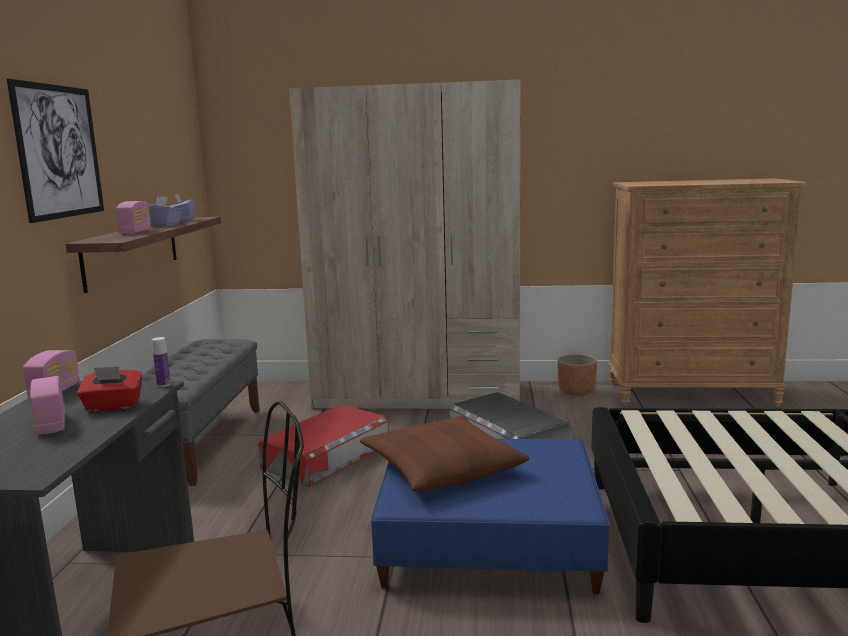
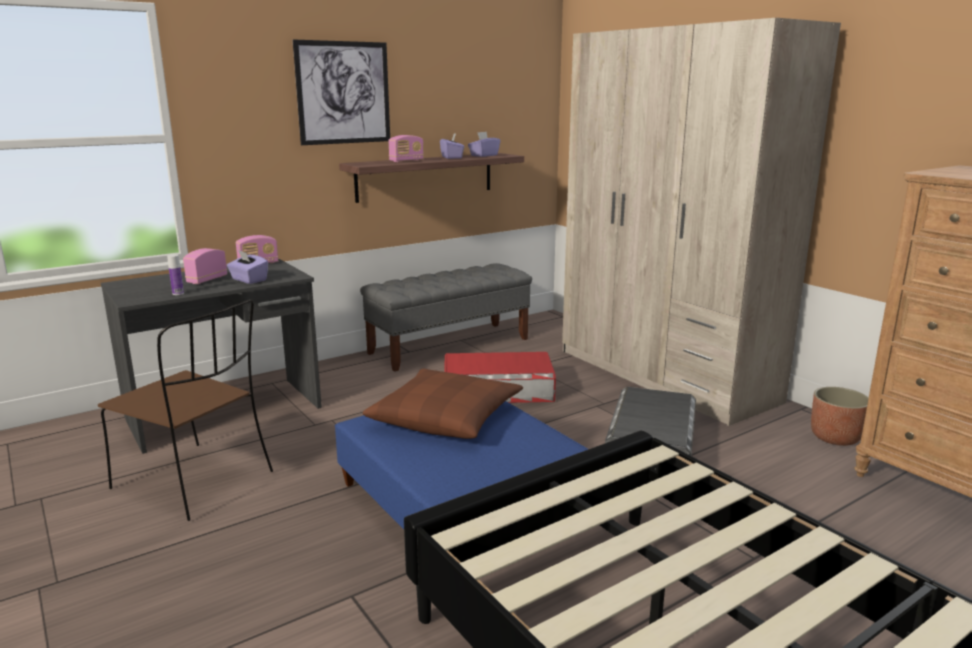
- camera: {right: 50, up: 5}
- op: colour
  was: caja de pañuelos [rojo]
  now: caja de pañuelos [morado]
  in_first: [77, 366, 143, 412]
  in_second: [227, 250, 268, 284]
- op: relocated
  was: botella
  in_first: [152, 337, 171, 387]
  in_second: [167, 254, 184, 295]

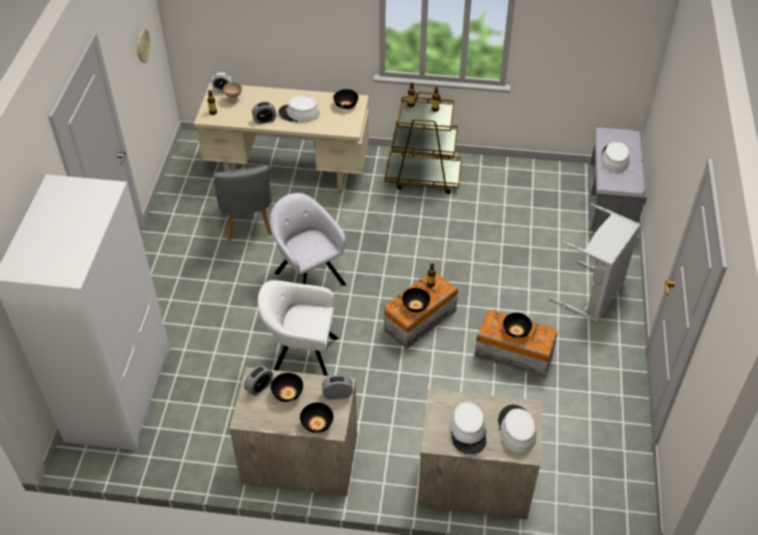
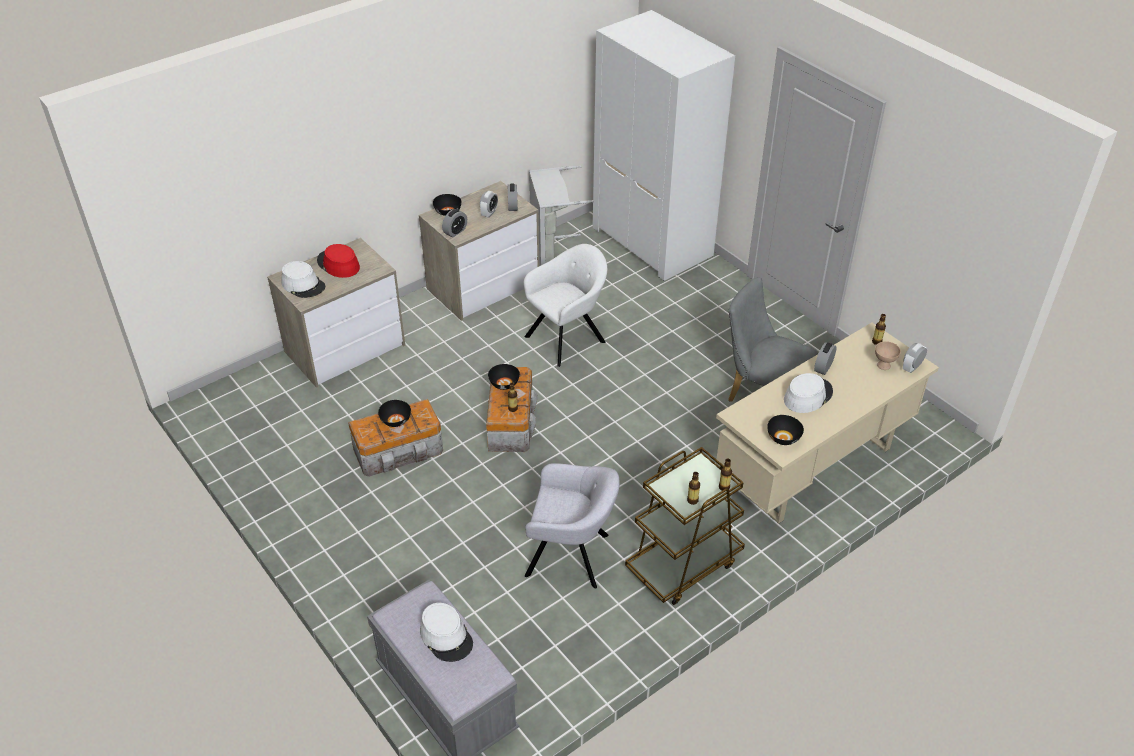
- camera: {right: 135, up: -5}
- op: missing
  was: reloj de pared
  in_first: [137, 28, 151, 63]
- op: relocated
  was: sillón [gris]
  in_first: [270, 193, 346, 286]
  in_second: [525, 463, 620, 588]
- op: exchanged
  was: cuenco [negro]
  now: despertador
  in_first: [270, 373, 303, 402]
  in_second: [480, 191, 498, 218]
- op: colour
  was: sombrero [blanco]
  now: sombrero [rojo]
  in_first: [449, 402, 486, 454]
  in_second: [317, 244, 360, 278]
- op: relocated
  was: cesto de la ropa [gris]
  in_first: [550, 203, 641, 322]
  in_second: [529, 165, 594, 266]

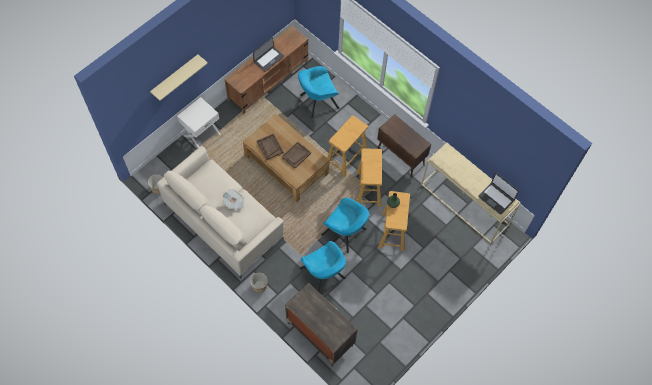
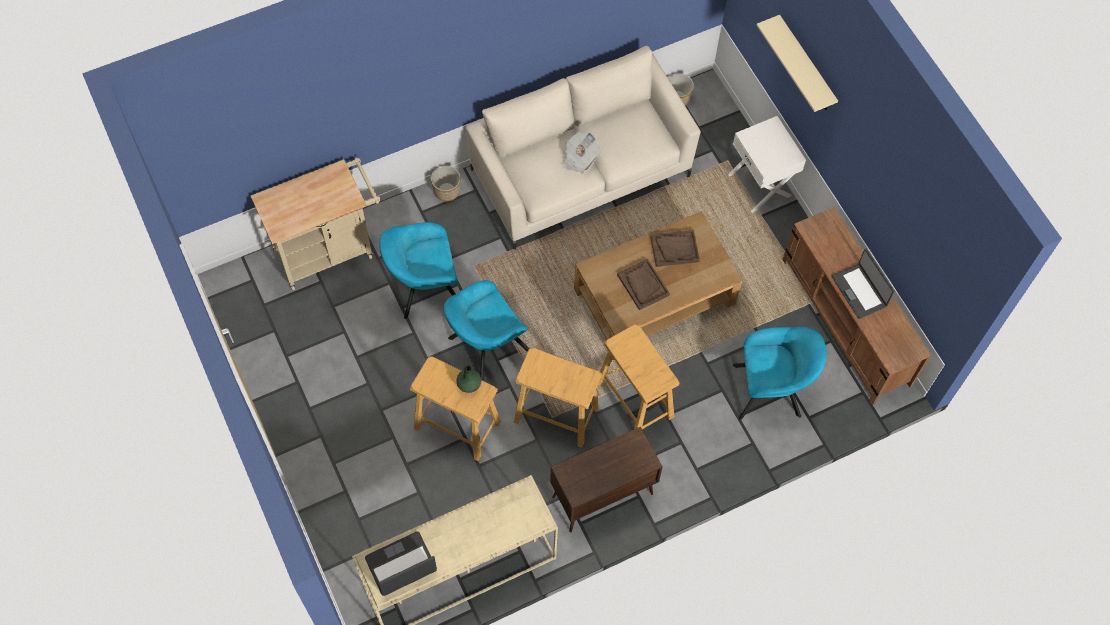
- camera: {right: 110, up: 0}
- op: exchanged
  was: cómoda
  now: carrito [beis]
  in_first: [285, 283, 358, 367]
  in_second: [251, 158, 380, 290]
- op: spun
  was: sillón [turquesa]
  in_first: [298, 66, 340, 119]
  in_second: [733, 326, 827, 420]
  clockwise: 90

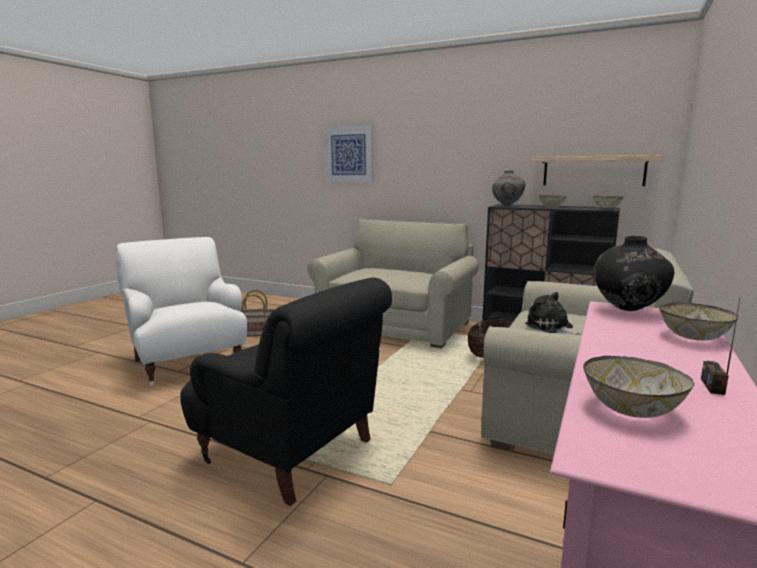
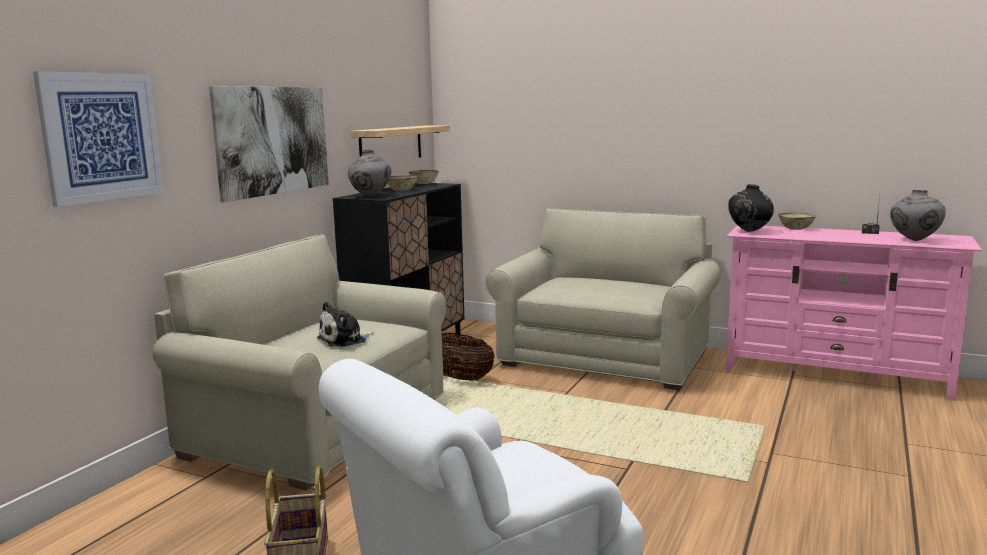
- camera: {right: -90, up: 0}
- op: missing
  was: sillón [negro]
  in_first: [180, 277, 392, 506]
- op: relocated
  was: peluche
  in_first: [526, 292, 581, 335]
  in_second: [317, 302, 374, 347]
- op: exchanged
  was: cuenco
  now: florero [gris]
  in_first: [583, 356, 694, 418]
  in_second: [890, 190, 946, 241]
- op: appeared
  now: cuadro
  in_second: [209, 86, 329, 202]

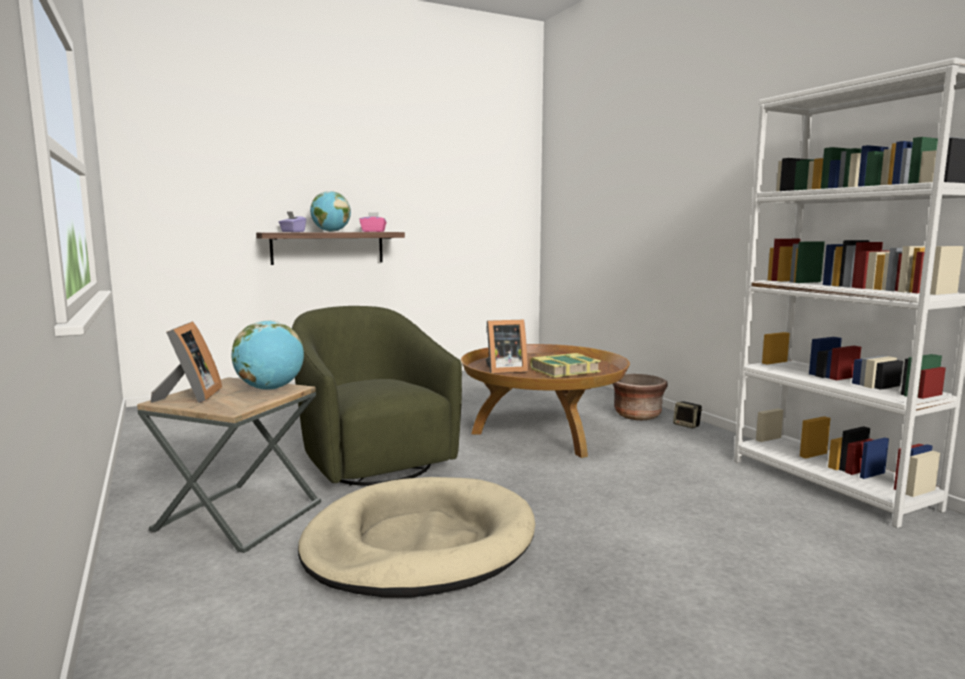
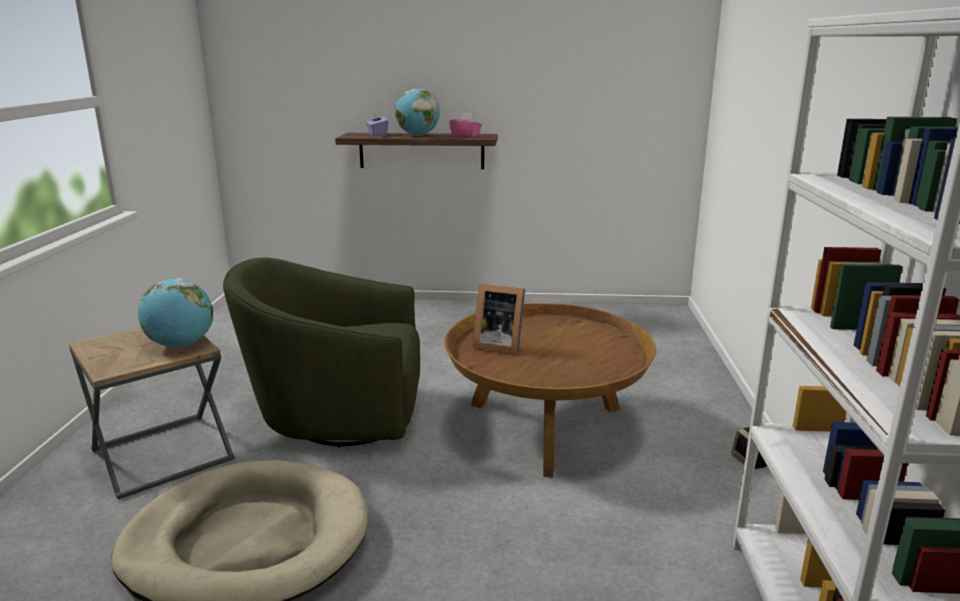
- camera: {right: 30, up: 10}
- op: missing
  was: portarretratos
  in_first: [151, 321, 222, 403]
- op: spun
  was: sillón [verde]
  in_first: [292, 306, 462, 486]
  in_second: [223, 258, 420, 447]
  clockwise: -90
- op: missing
  was: libro
  in_first: [530, 353, 601, 378]
- op: missing
  was: maceta [marrón]
  in_first: [613, 374, 668, 420]

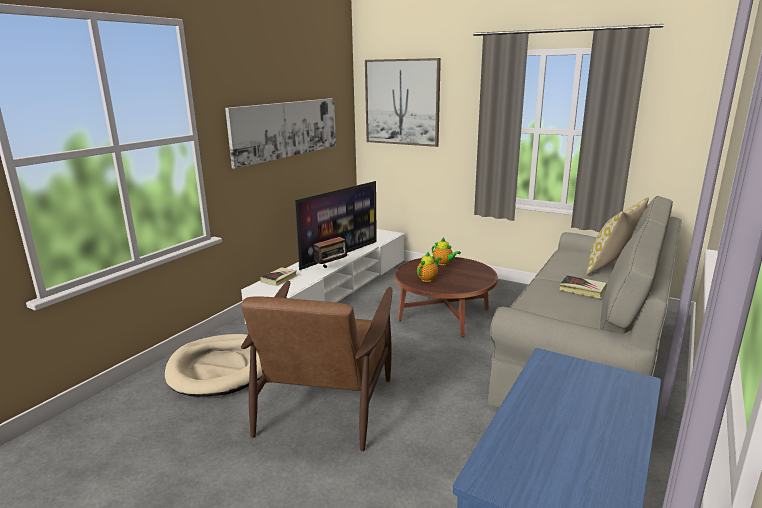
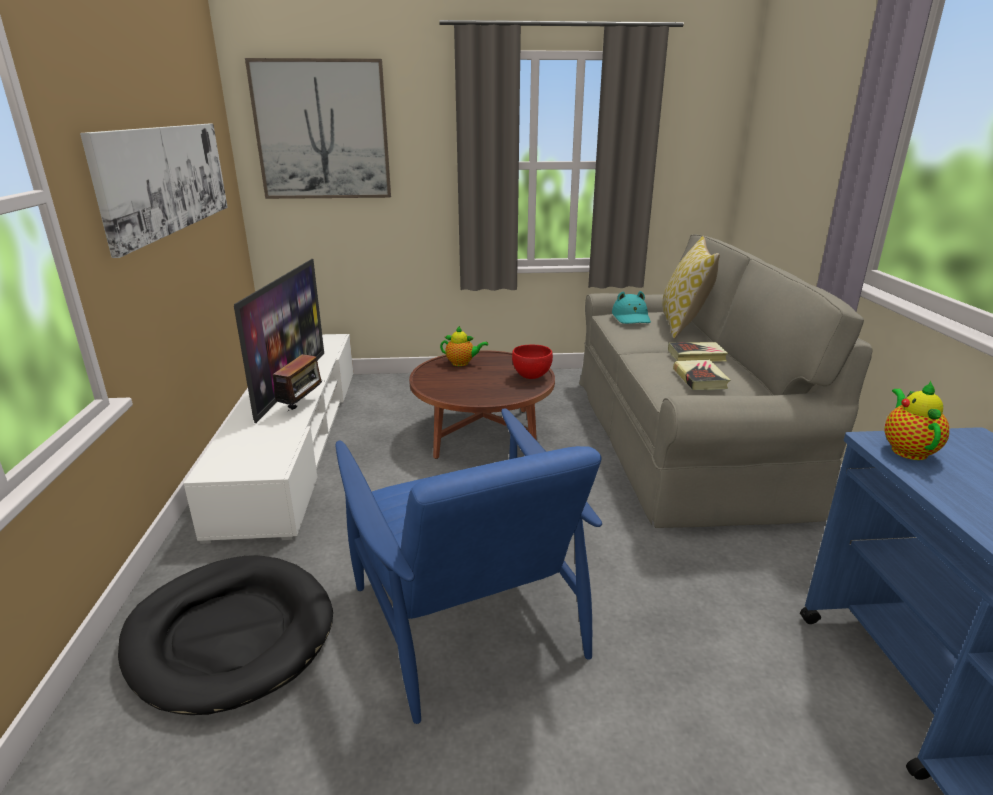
- camera: {right: -35, up: 5}
- op: colour
  was: cama para perro [beis]
  now: cama para perro [negro]
  in_first: [165, 334, 263, 396]
  in_second: [118, 555, 333, 715]
- op: colour
  was: sillón [marrón]
  now: sillón [azul]
  in_first: [241, 281, 392, 451]
  in_second: [336, 408, 602, 724]
- op: relocated
  was: libro
  in_first: [260, 267, 297, 286]
  in_second: [673, 360, 730, 390]
- op: relocated
  was: tetera
  in_first: [417, 252, 442, 282]
  in_second: [885, 381, 949, 460]
- op: appeared
  now: cuenco [rojo]
  in_second: [512, 345, 553, 379]
- op: appeared
  now: sombrero [turquesa]
  in_second: [612, 291, 651, 324]

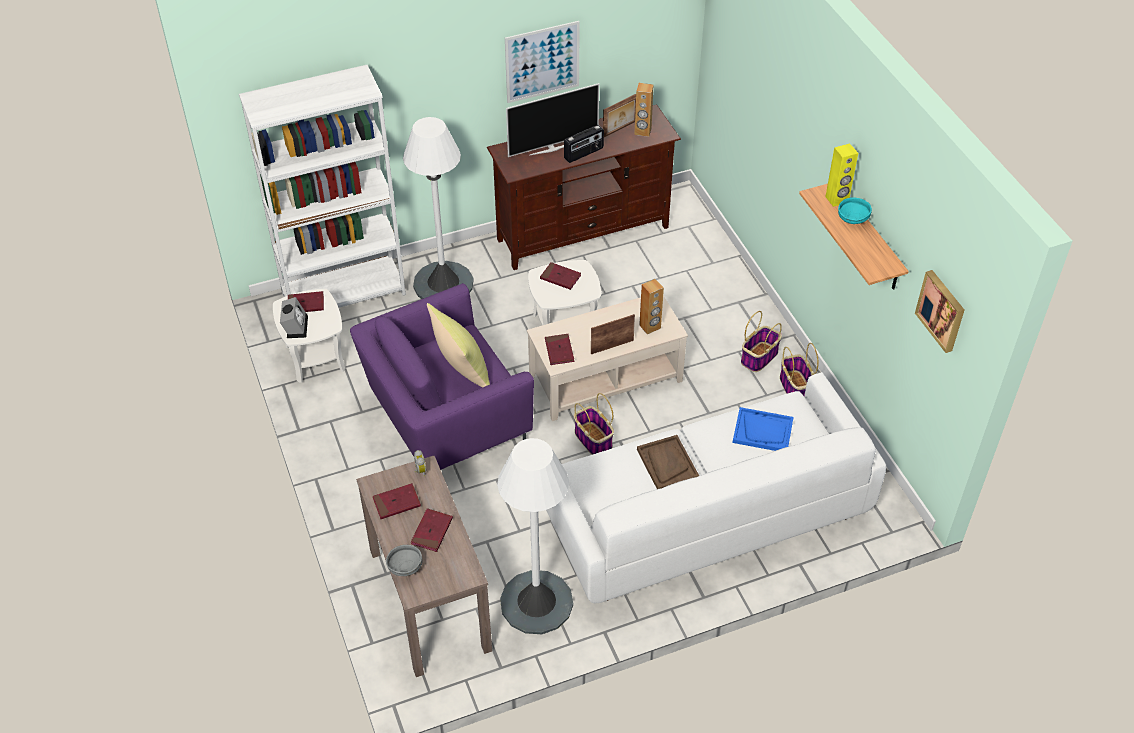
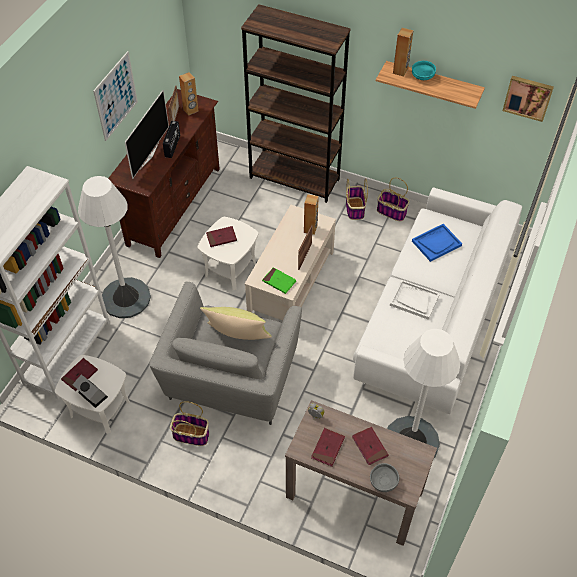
- camera: {right: -45, up: 5}
- op: colour
  was: sillón [morado]
  now: sillón [gris]
  in_first: [350, 283, 534, 470]
  in_second: [149, 281, 302, 425]
- op: colour
  was: libro [rojo]
  now: libro [verde]
  in_first: [545, 334, 574, 365]
  in_second: [262, 267, 296, 294]
- op: relocated
  was: cesta
  in_first: [574, 393, 614, 455]
  in_second: [170, 401, 209, 446]
- op: colour
  was: bandeja [marrón]
  now: bandeja [blanco]
  in_first: [637, 435, 699, 489]
  in_second: [390, 280, 440, 320]
- op: colour
  was: altavoz [amarillo]
  now: altavoz [marrón]
  in_first: [825, 143, 858, 207]
  in_second: [393, 28, 413, 76]
- op: appeared
  now: estantería [marrón]
  in_second: [241, 4, 351, 203]

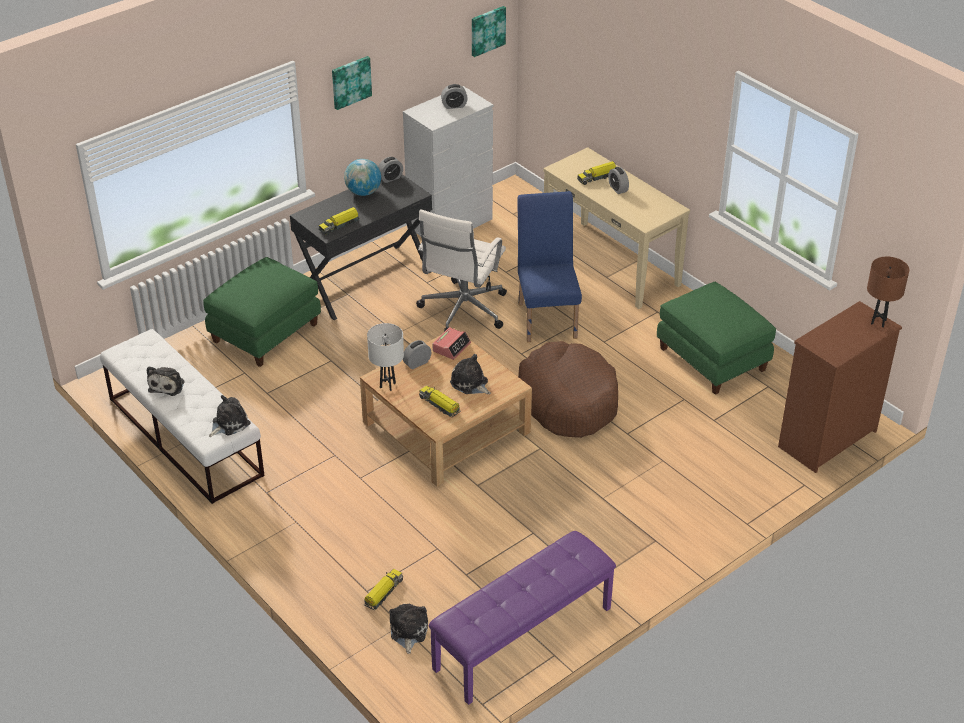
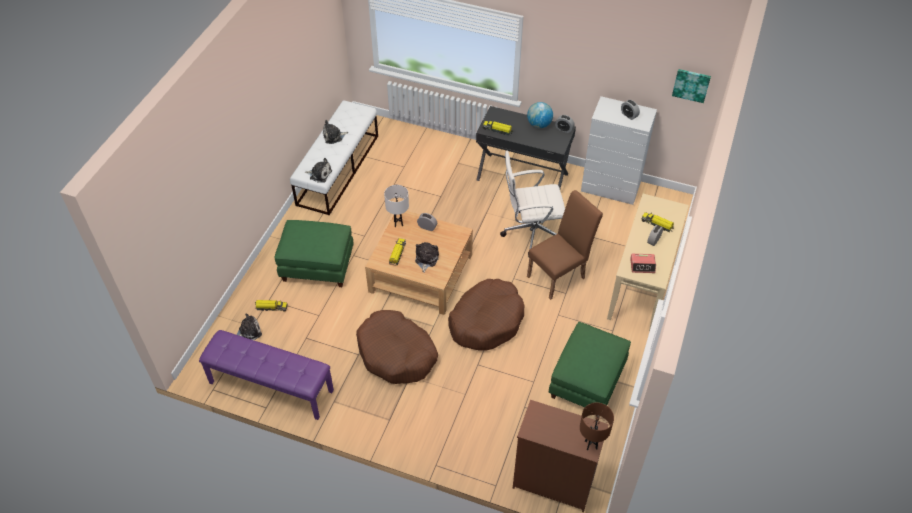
- camera: {right: 60, up: 10}
- op: relocated
  was: puf [verde]
  in_first: [203, 257, 321, 367]
  in_second: [274, 220, 353, 287]
- op: missing
  was: cuadro
  in_first: [332, 56, 372, 110]
- op: relocated
  was: despertador
  in_first: [433, 327, 471, 360]
  in_second: [630, 254, 656, 273]
- op: colour
  was: silla [azul]
  now: silla [marrón]
  in_first: [517, 191, 582, 342]
  in_second: [527, 190, 603, 300]
- op: appeared
  now: cama para perro [marrón]
  in_second: [356, 310, 438, 384]

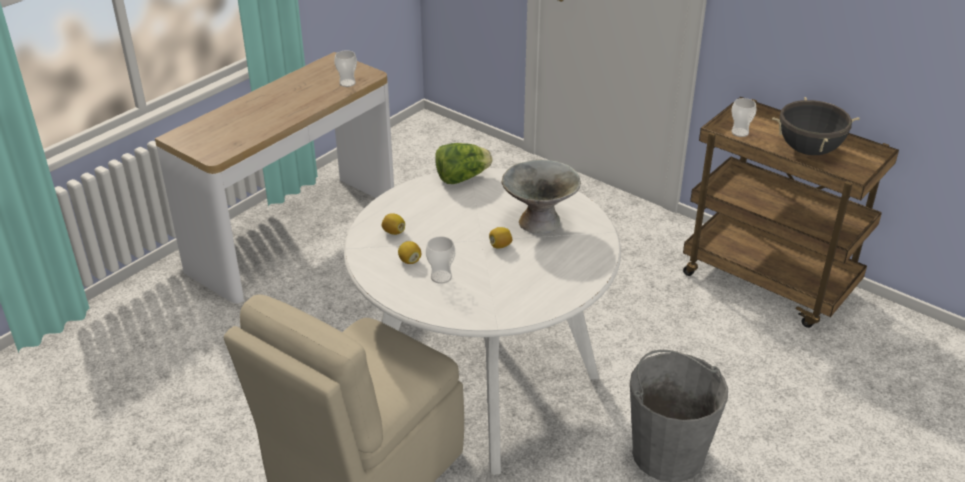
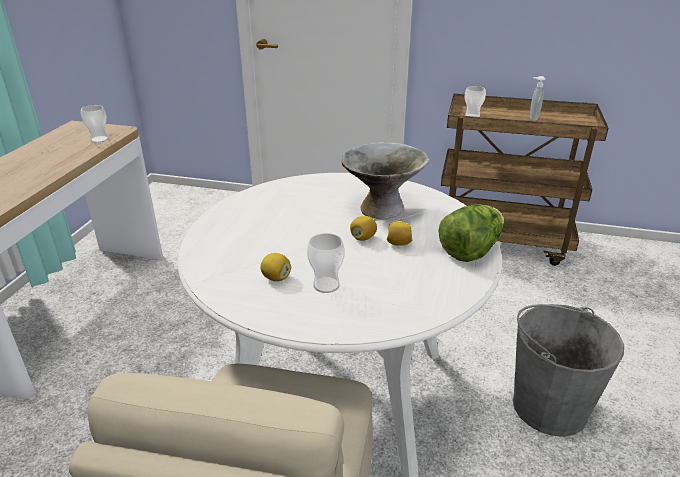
- camera: {right: -25, up: -5}
- op: relocated
  was: limón
  in_first: [382, 213, 405, 235]
  in_second: [387, 221, 412, 246]
- op: relocated
  was: lechuga
  in_first: [435, 143, 492, 184]
  in_second: [438, 204, 504, 262]
- op: exchanged
  was: olla [negro]
  now: dispensador de jabón
  in_first: [772, 97, 860, 155]
  in_second: [530, 76, 545, 121]

